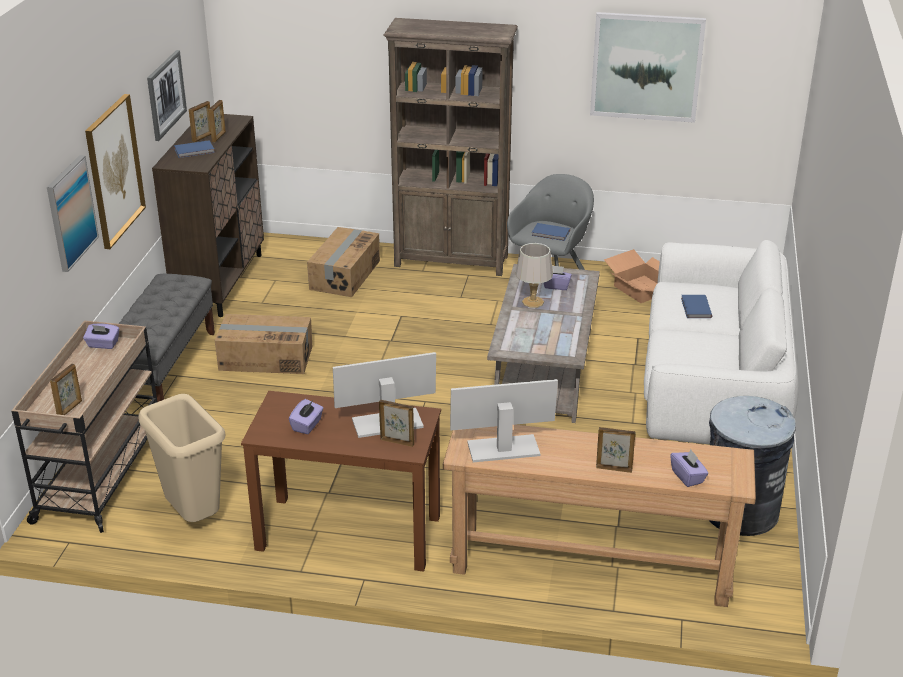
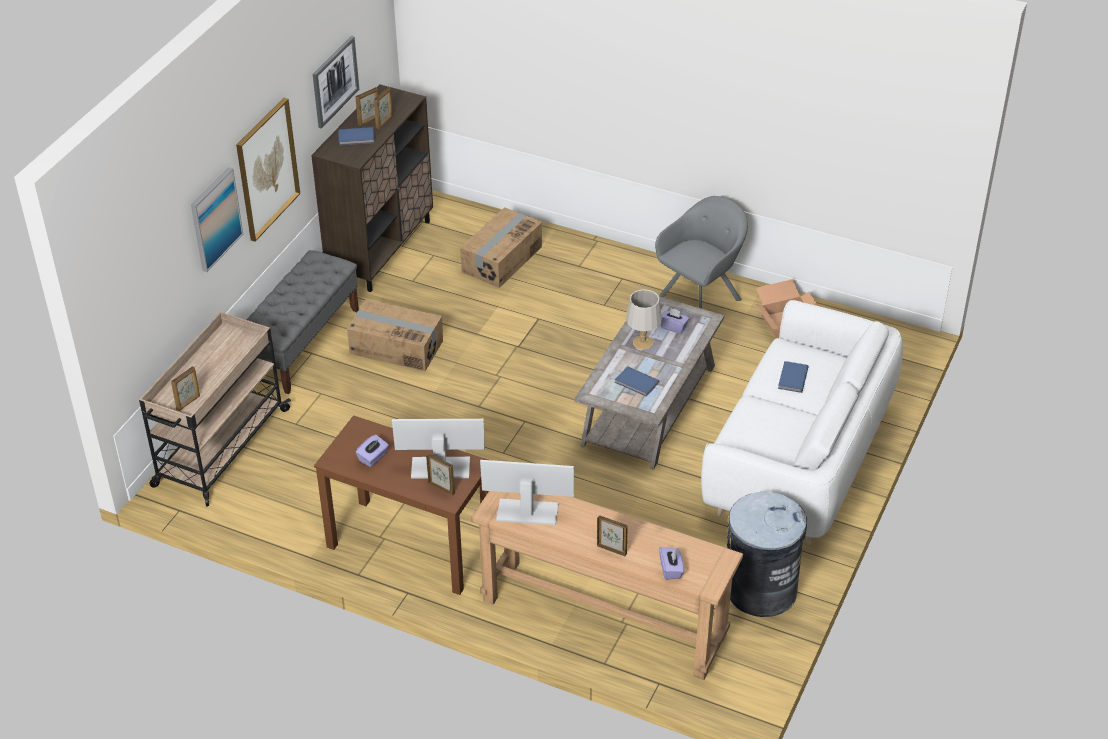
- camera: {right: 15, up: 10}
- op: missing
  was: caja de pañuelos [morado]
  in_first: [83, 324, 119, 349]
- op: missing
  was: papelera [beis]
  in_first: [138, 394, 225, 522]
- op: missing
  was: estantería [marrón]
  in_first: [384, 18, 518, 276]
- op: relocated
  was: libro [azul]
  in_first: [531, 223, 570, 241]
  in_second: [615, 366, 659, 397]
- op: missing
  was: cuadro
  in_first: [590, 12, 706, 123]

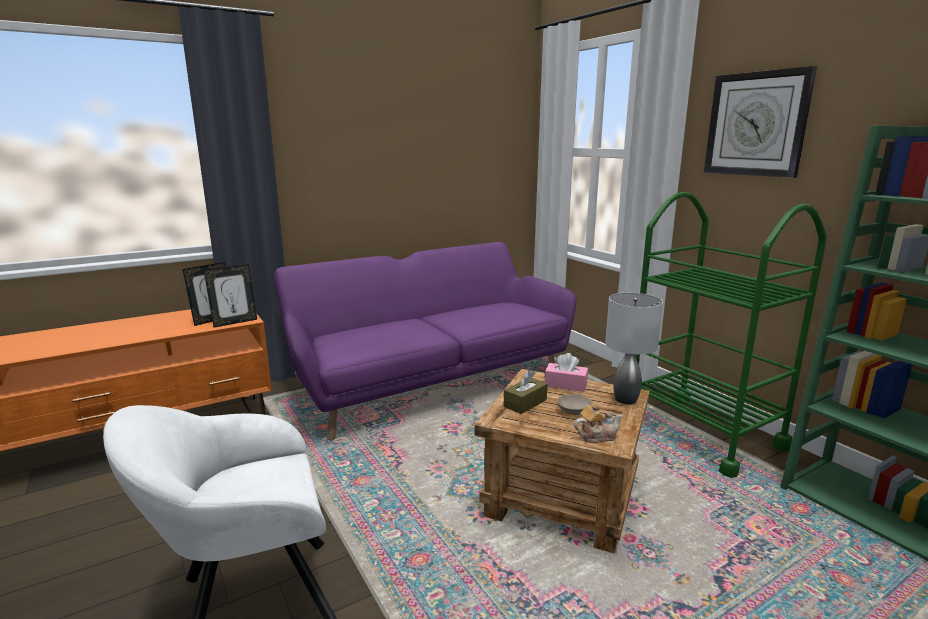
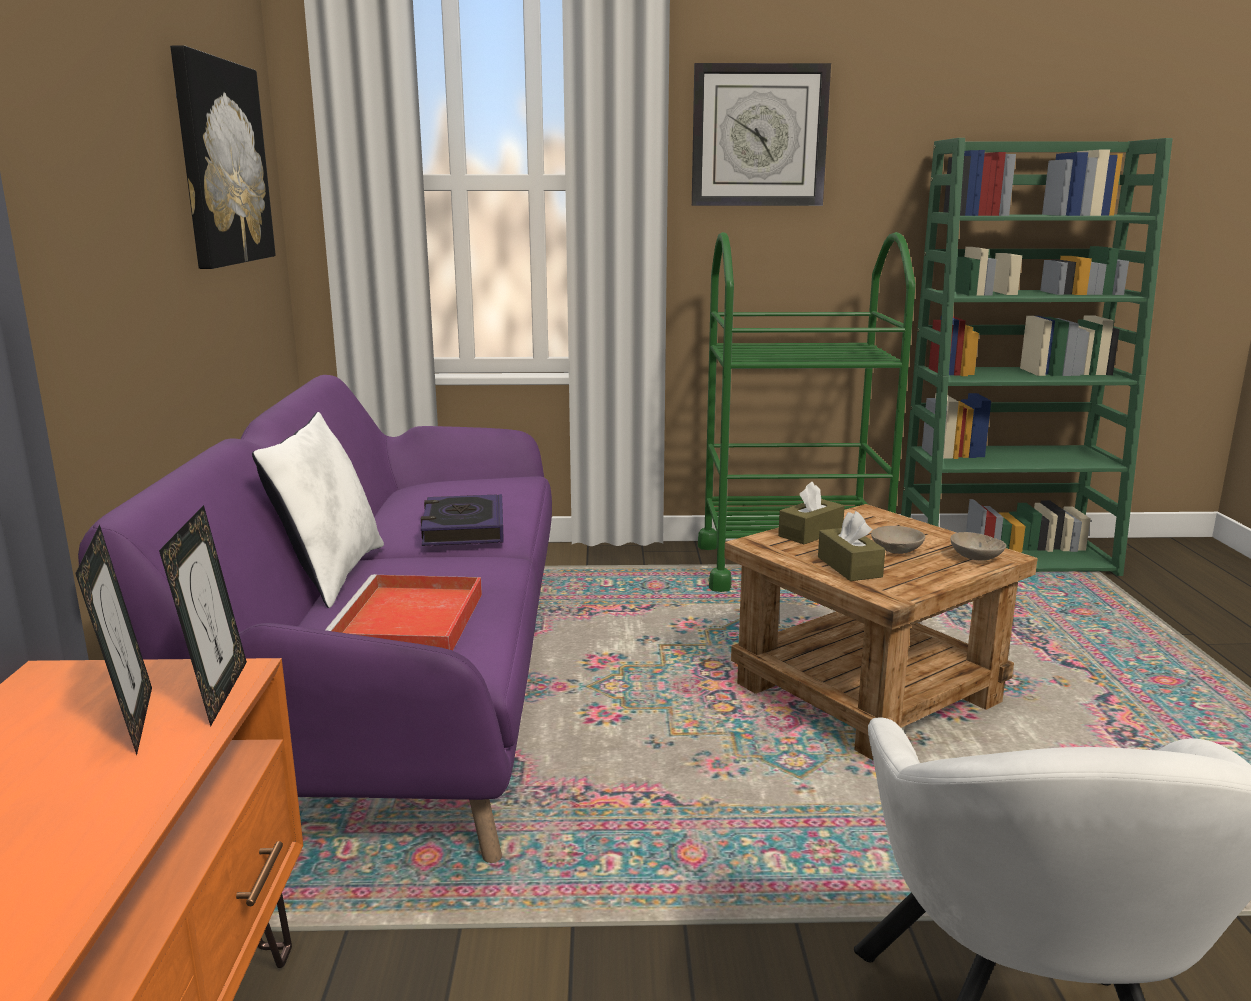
- camera: {right: -60, up: 0}
- op: colour
  was: caja de pañuelos [rosa]
  now: caja de pañuelos [marrón]
  in_first: [545, 353, 588, 392]
  in_second: [778, 482, 845, 544]
- op: exchanged
  was: tetera
  now: cuenco [beis]
  in_first: [574, 404, 623, 443]
  in_second: [950, 532, 1006, 561]
- op: missing
  was: lámpara de mesa [gris]
  in_first: [605, 293, 663, 404]
- op: appeared
  now: cuadro
  in_second: [170, 45, 276, 269]
- op: appeared
  now: cojín [blanco]
  in_second: [252, 412, 384, 608]
- op: appeared
  now: bandeja [rojo]
  in_second: [325, 574, 482, 651]
- op: appeared
  now: libro
  in_second: [421, 494, 504, 546]

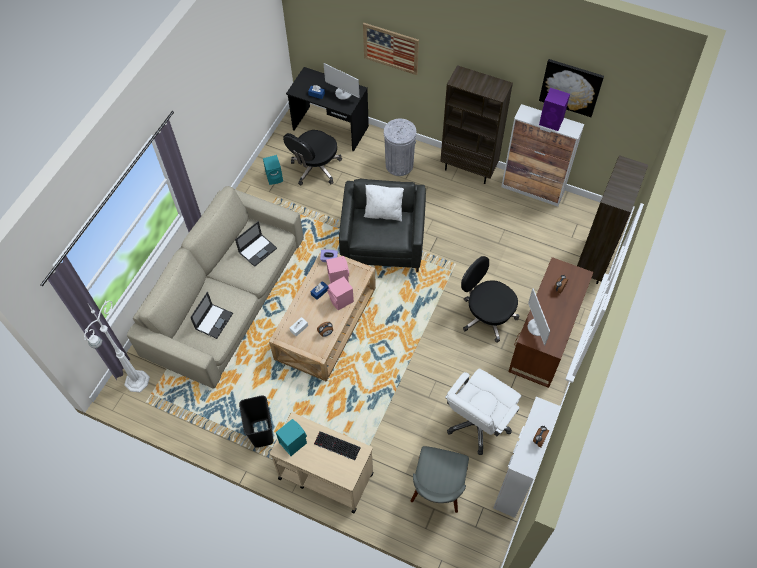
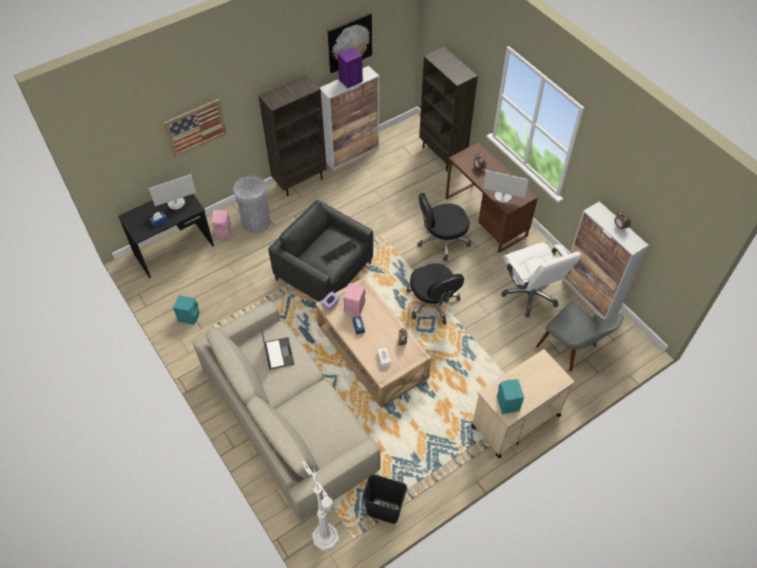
- camera: {right: -60, up: -5}
- op: missing
  was: portátil
  in_first: [190, 292, 233, 339]
- op: relocated
  was: papelera [negro]
  in_first: [239, 395, 274, 448]
  in_second: [362, 474, 407, 524]
- op: relocated
  was: silla de oficina [negro]
  in_first: [283, 130, 342, 186]
  in_second: [406, 263, 464, 324]
- op: relocated
  was: teclado
  in_first: [314, 431, 361, 460]
  in_second: [321, 240, 358, 264]
- op: relocated
  was: altavoz [rosa]
  in_first: [327, 277, 354, 310]
  in_second: [212, 210, 231, 238]
- op: missing
  was: cojín [blanco]
  in_first: [364, 185, 404, 222]

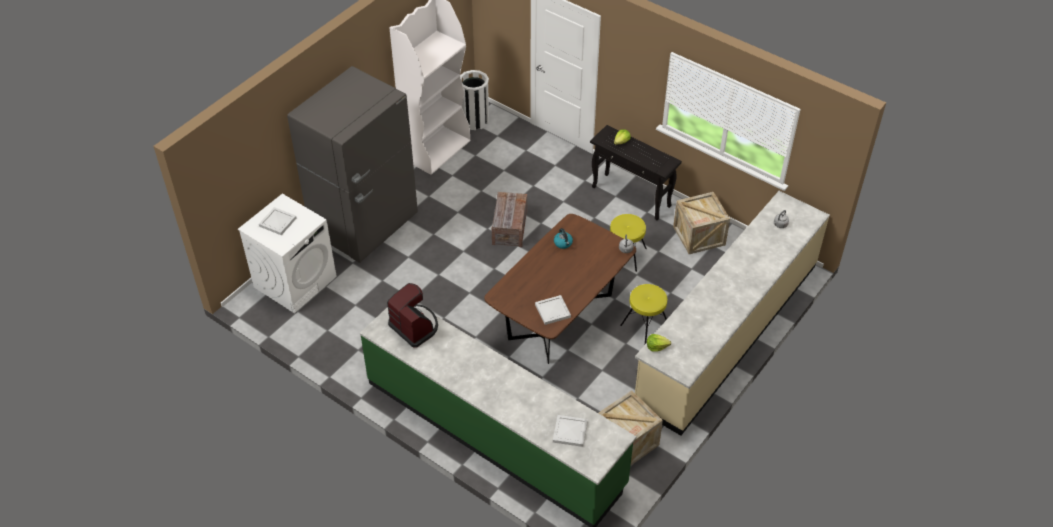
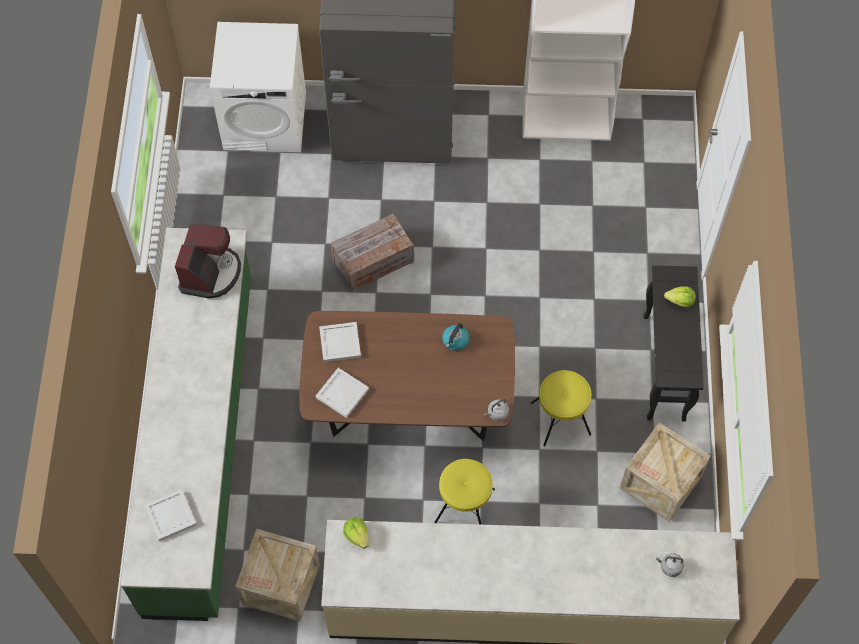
- camera: {right: 55, up: 15}
- op: relocated
  was: bandeja [blanco]
  in_first: [259, 207, 296, 235]
  in_second: [319, 322, 361, 362]
- op: missing
  was: papelera [blanco]
  in_first: [460, 70, 489, 130]
- op: relocated
  was: caja de embalaje
  in_first: [492, 192, 527, 247]
  in_second: [330, 213, 414, 292]

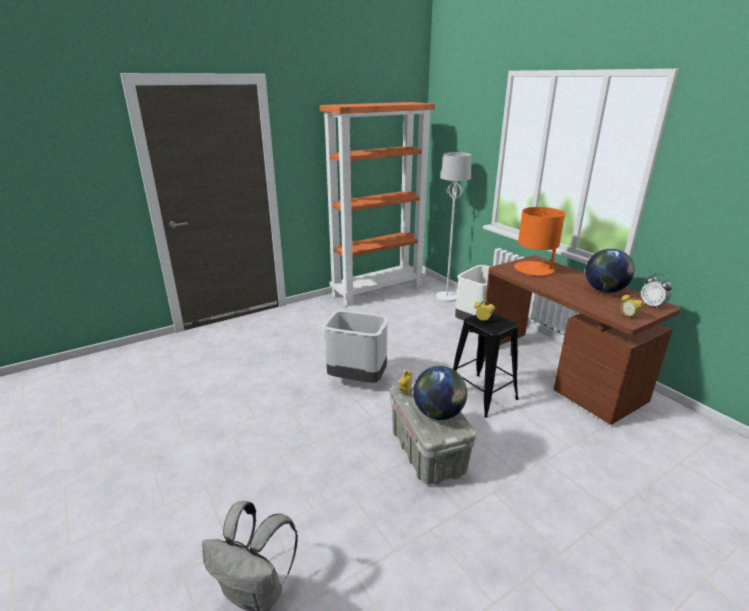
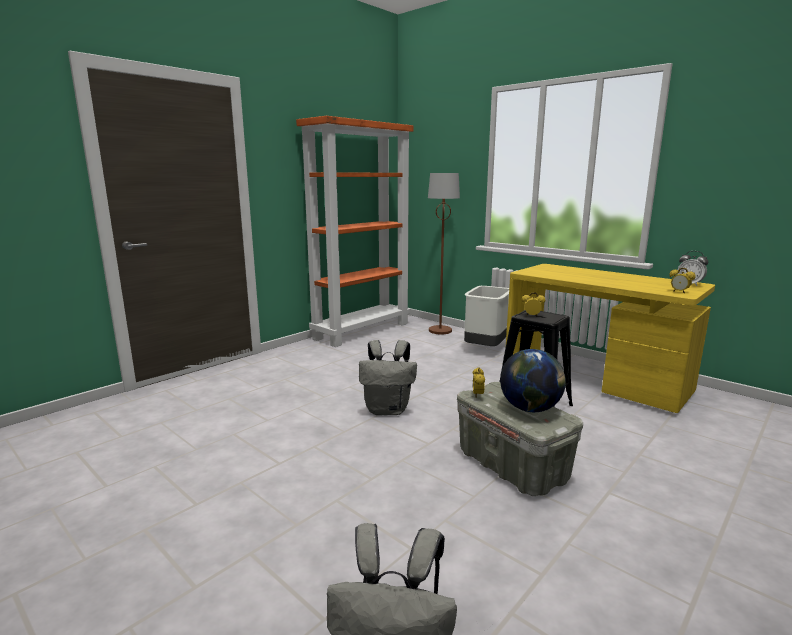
- camera: {right: -15, up: -10}
- op: exchanged
  was: papelera [gris]
  now: mochila [gris]
  in_first: [323, 310, 389, 383]
  in_second: [359, 340, 417, 415]
- op: colour
  was: lámpara de pie [blanco]
  now: lámpara de pie [marrón]
  in_first: [436, 152, 471, 302]
  in_second: [428, 173, 460, 334]
- op: colour
  was: escritorio [marrón]
  now: escritorio [amarillo]
  in_first: [485, 255, 681, 424]
  in_second: [506, 264, 715, 413]
- op: missing
  was: lámpara de mesa [naranja]
  in_first: [514, 207, 565, 276]
- op: missing
  was: globo terráqueo
  in_first: [586, 249, 635, 293]

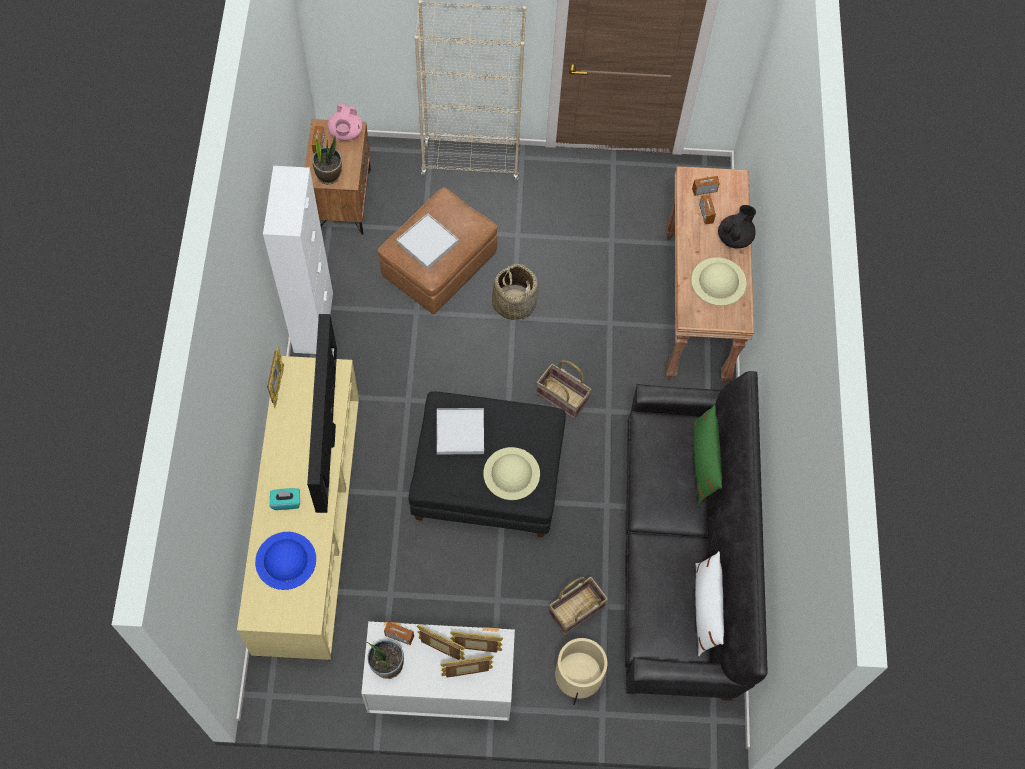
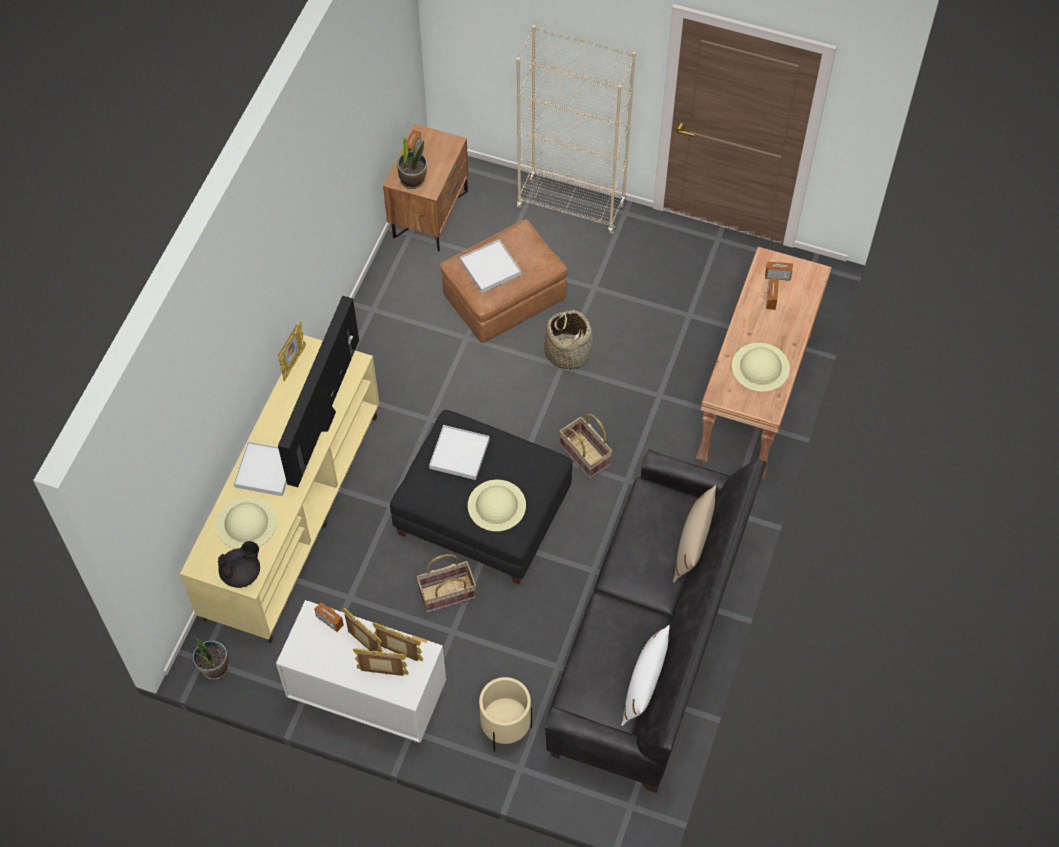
- camera: {right: 20, up: -5}
- op: colour
  was: sombrero [azul]
  now: sombrero [beis]
  in_first: [255, 532, 316, 590]
  in_second: [216, 496, 277, 549]
- op: missing
  was: armario [blanco]
  in_first: [263, 166, 333, 354]
- op: exchanged
  was: caja de pañuelos [turquesa]
  now: bandeja [blanco]
  in_first: [270, 488, 300, 510]
  in_second: [233, 441, 287, 496]
- op: missing
  was: tetera [rosa]
  in_first: [327, 104, 363, 141]
- op: relocated
  was: planta en maceta
  in_first: [367, 640, 404, 679]
  in_second: [193, 634, 229, 680]
- op: relocated
  was: cesta
  in_first: [549, 577, 608, 635]
  in_second: [416, 554, 476, 613]
- op: colour
  was: cojín [verde]
  now: cojín [beis]
  in_first: [692, 404, 722, 504]
  in_second: [673, 485, 716, 582]
- op: relocated
  was: tetera [negro]
  in_first: [718, 205, 756, 248]
  in_second: [218, 541, 260, 588]

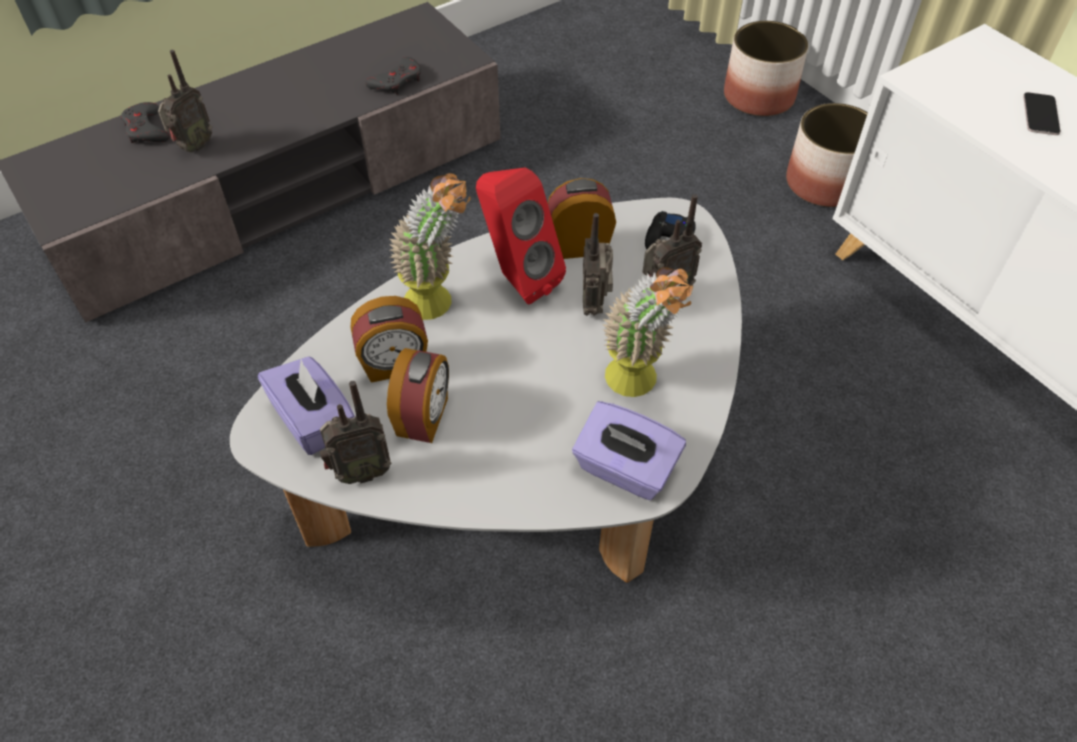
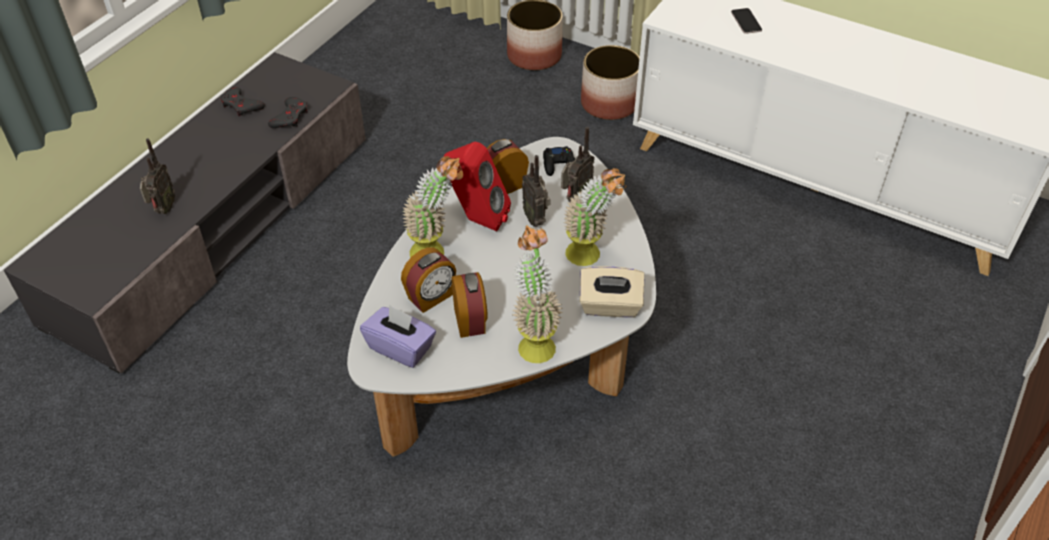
- camera: {right: -25, up: -5}
- op: relocated
  was: mando de consola [gris]
  in_first: [121, 102, 170, 143]
  in_second: [221, 87, 265, 116]
- op: missing
  was: radio
  in_first: [320, 381, 391, 484]
- op: colour
  was: caja de pañuelos [morado]
  now: caja de pañuelos [beis]
  in_first: [572, 401, 686, 500]
  in_second: [580, 266, 645, 318]
- op: appeared
  now: planta en maceta
  in_second: [512, 225, 563, 363]

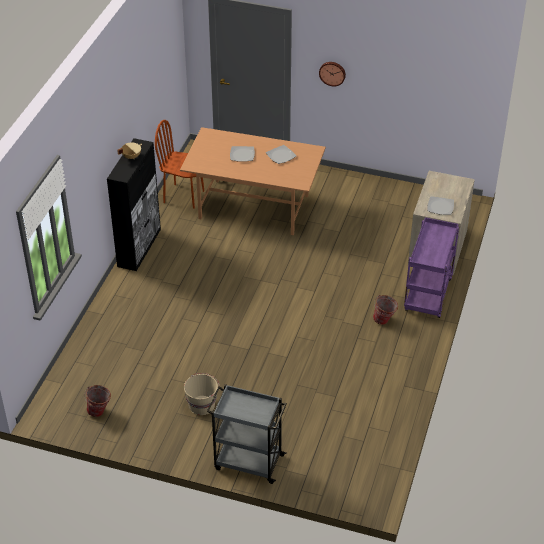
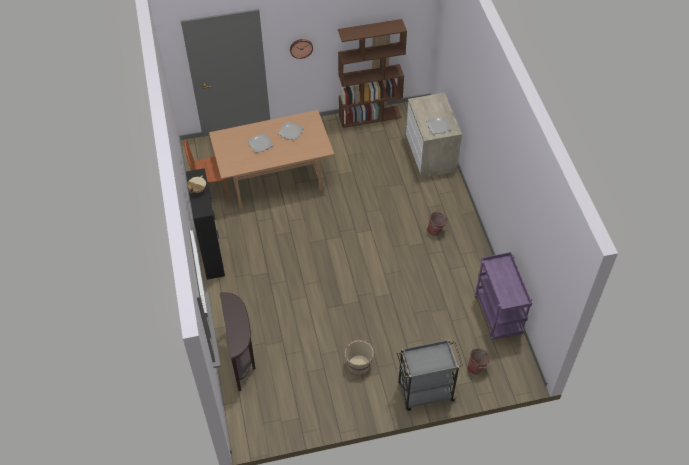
- camera: {right: -30, up: 10}
- op: relocated
  was: cubo
  in_first: [85, 385, 111, 417]
  in_second: [467, 348, 491, 375]
- op: relocated
  was: carrito [morado]
  in_first: [404, 217, 459, 318]
  in_second: [474, 252, 532, 340]
- op: appeared
  now: mesa consola [marrón]
  in_second: [220, 292, 256, 391]
- op: appeared
  now: estantería [marrón]
  in_second: [338, 19, 407, 128]

